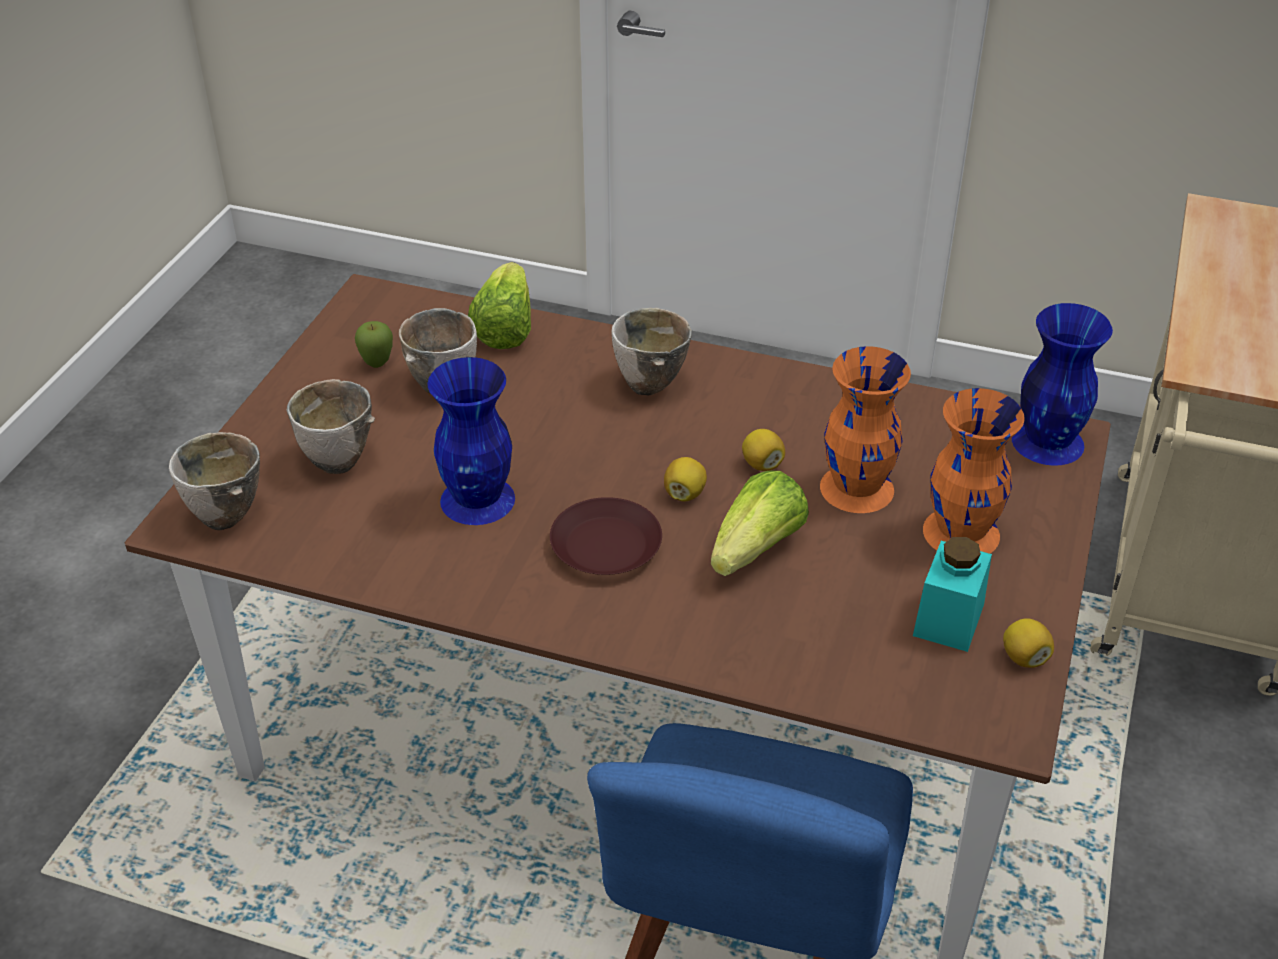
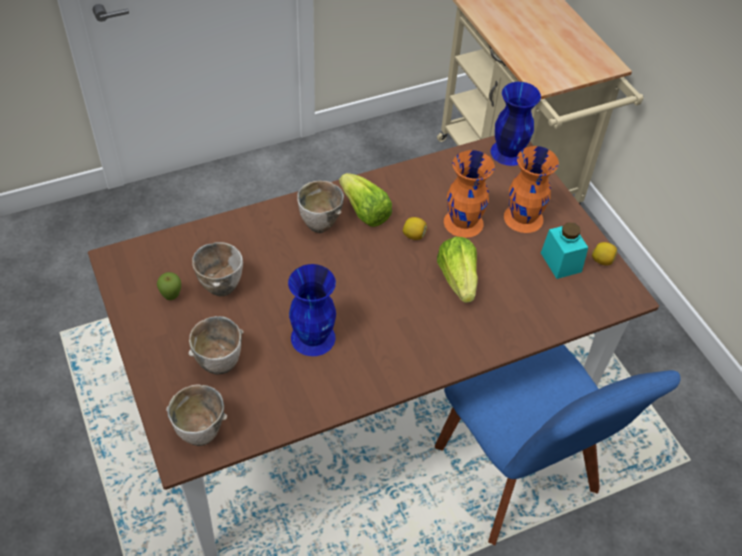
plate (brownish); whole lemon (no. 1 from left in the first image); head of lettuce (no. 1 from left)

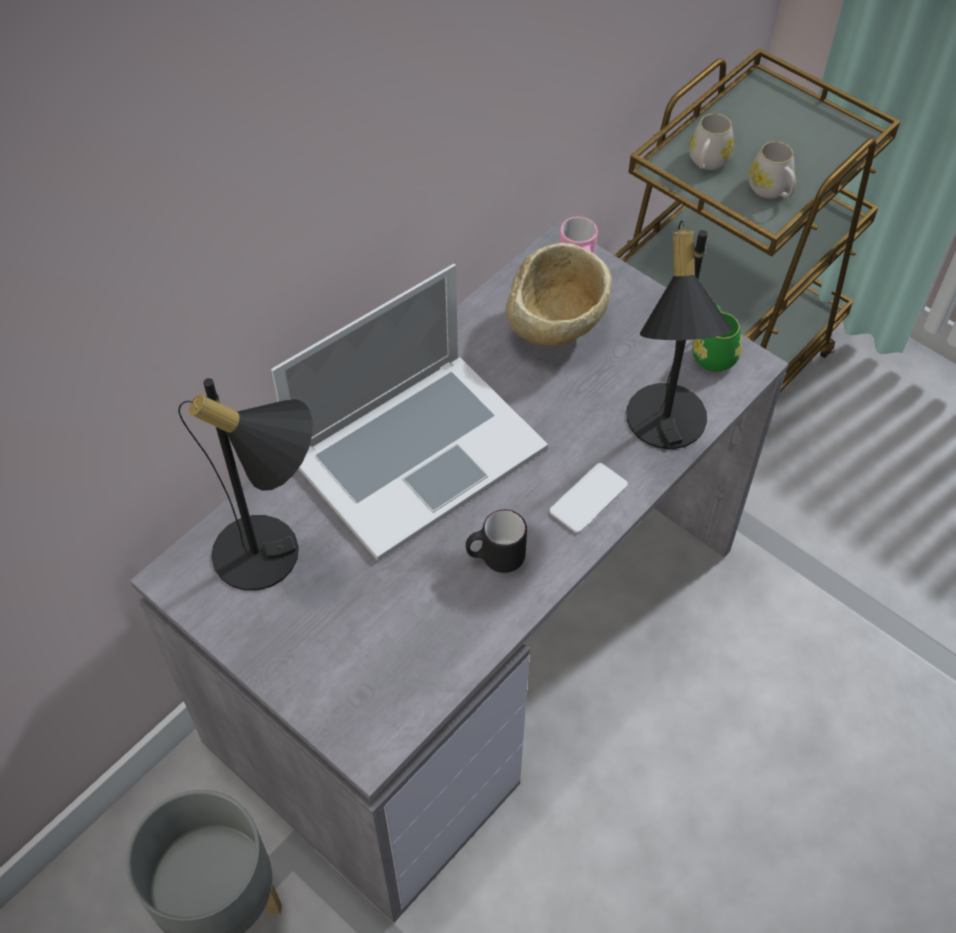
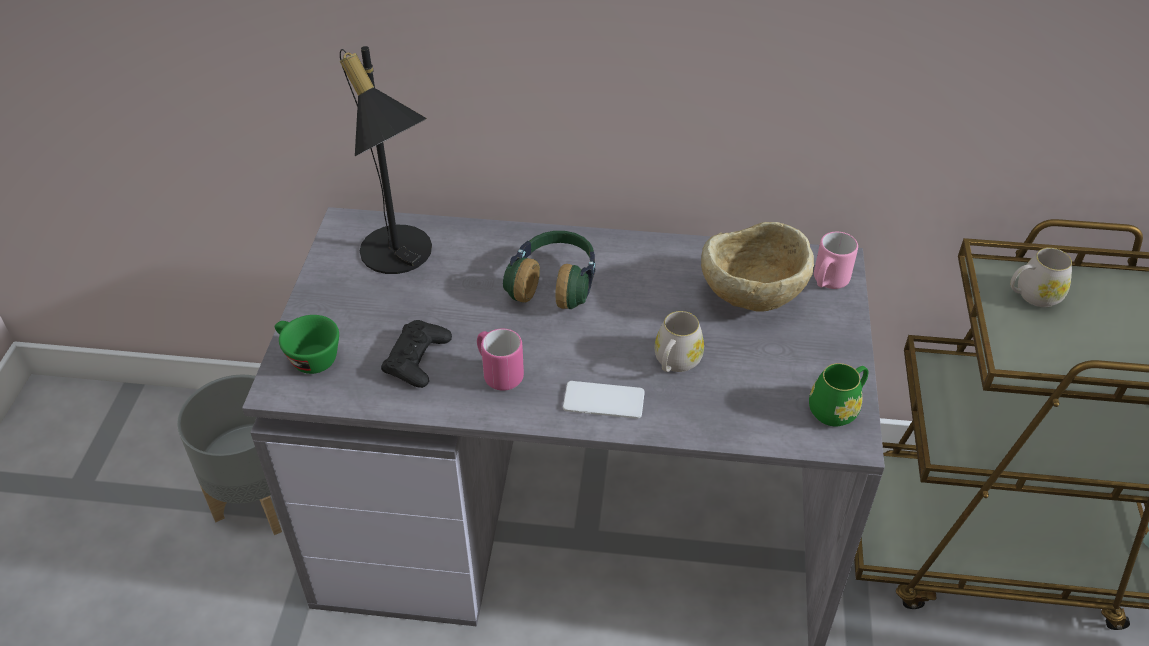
table lamp (blackish) (no. 2 from left in the first image); small cup (greenish); joypad (blackish); mug (whitish) (no. 1 from left); pair of headphones; mug (pink-coloured) (no. 1 from left)

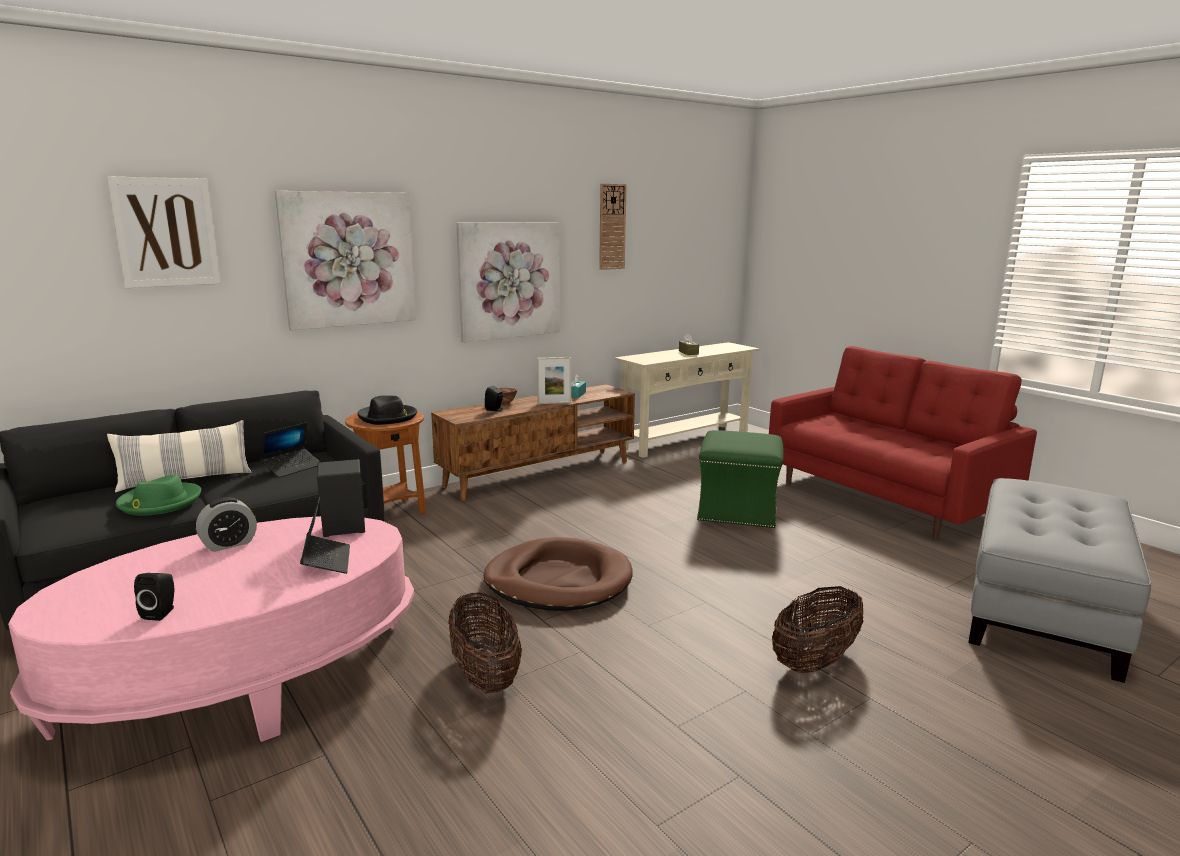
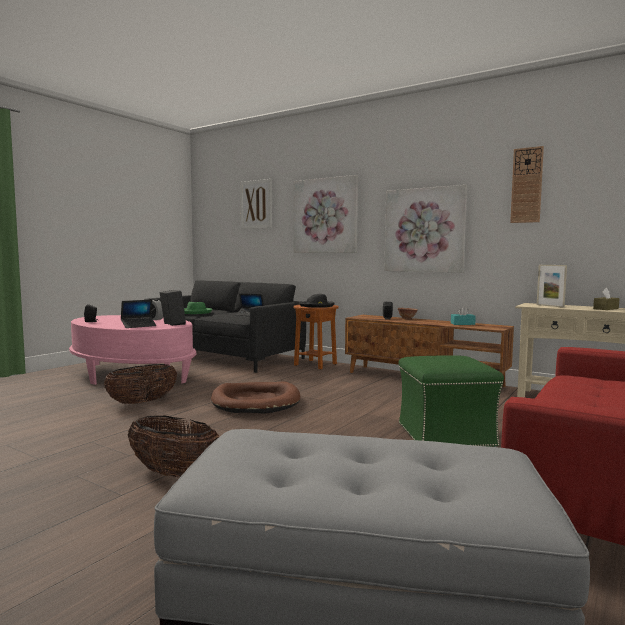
pillow; picture frame

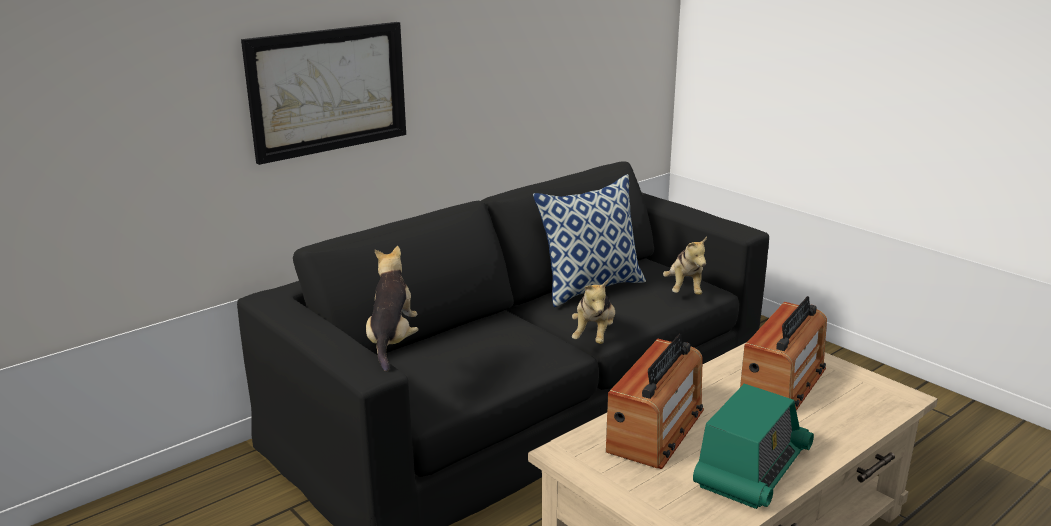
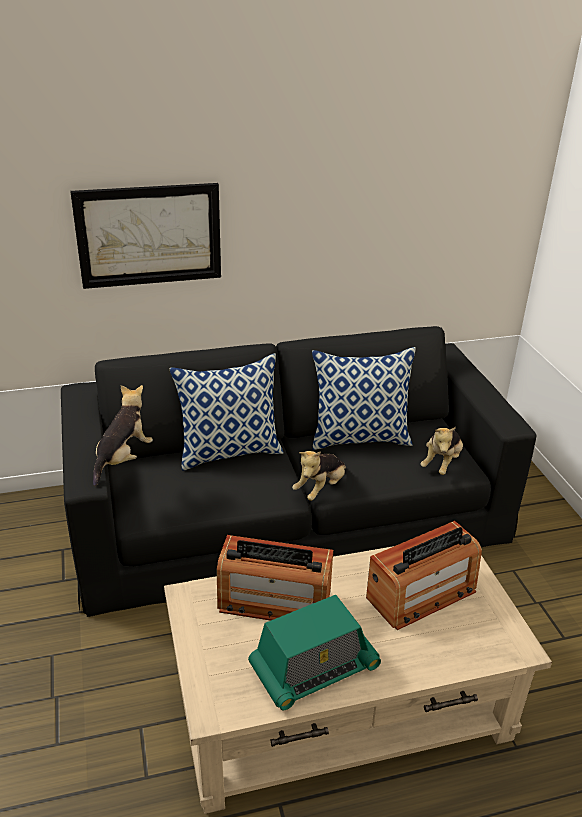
pillow (no. 1 from left); radio set (no. 1 from left)

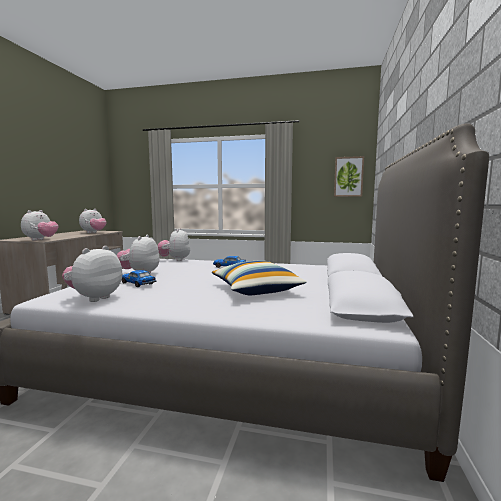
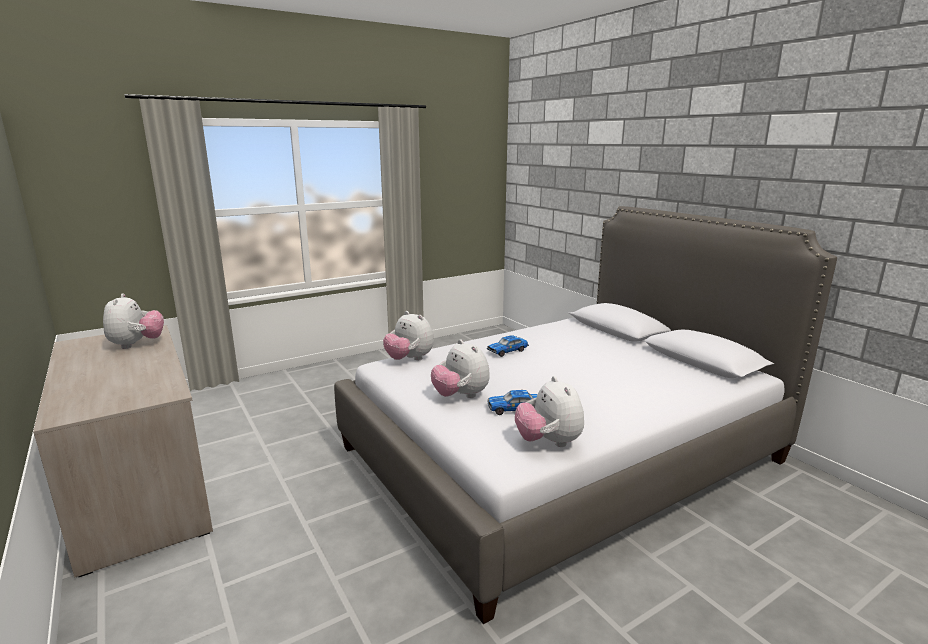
plush toy (no. 1 from left in the first image); pillow; wall picture

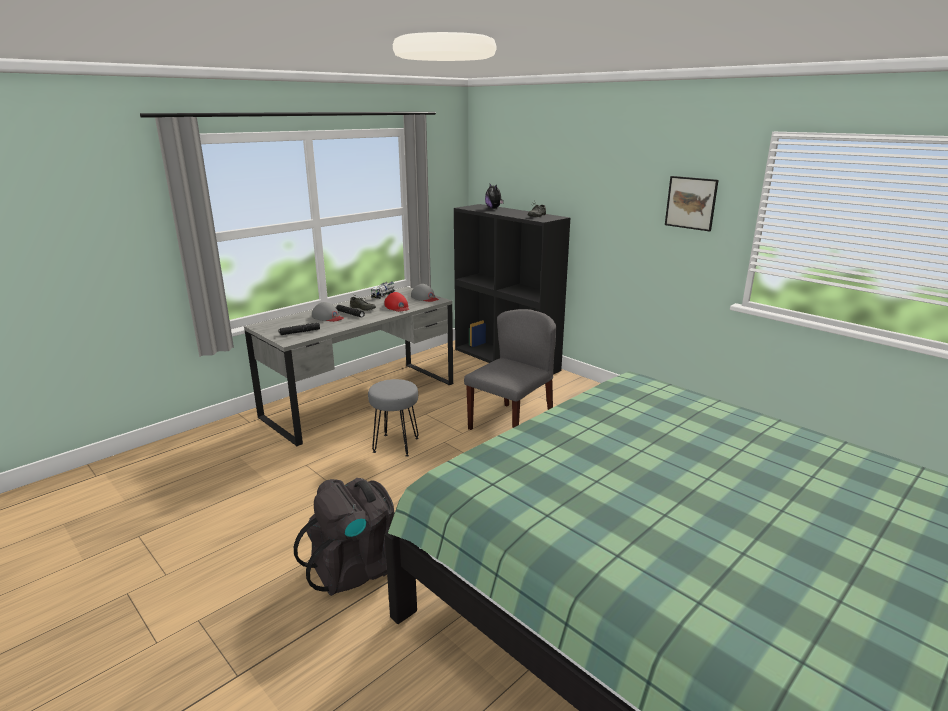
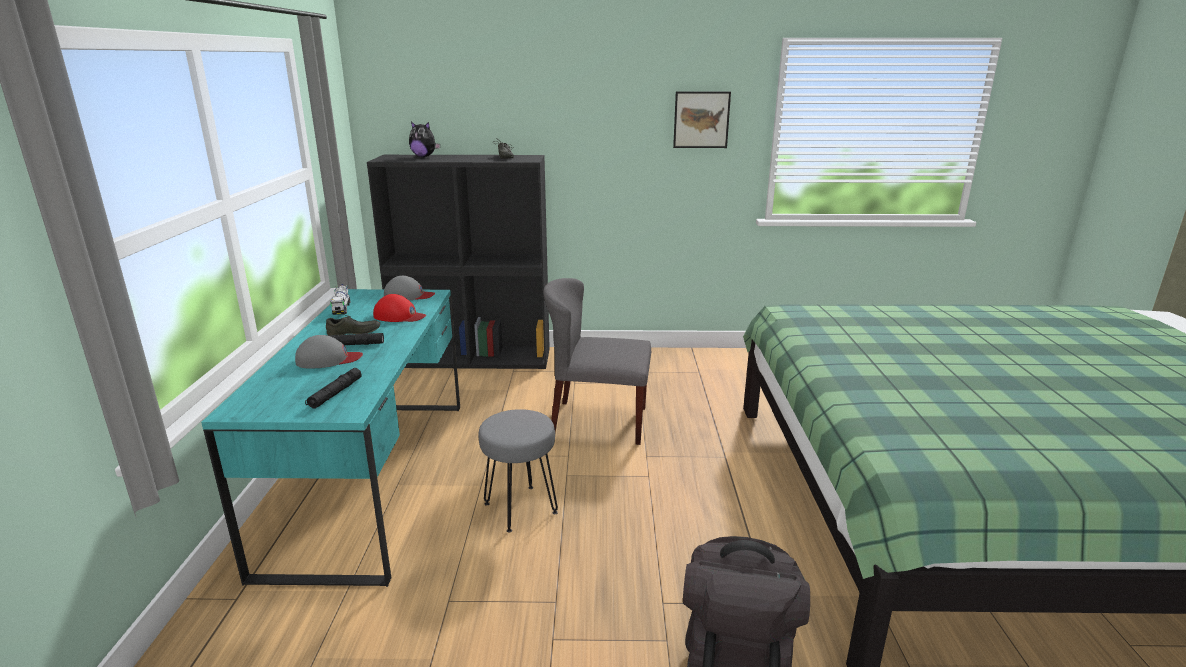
desk unit (turquoise); plain chair (gray)

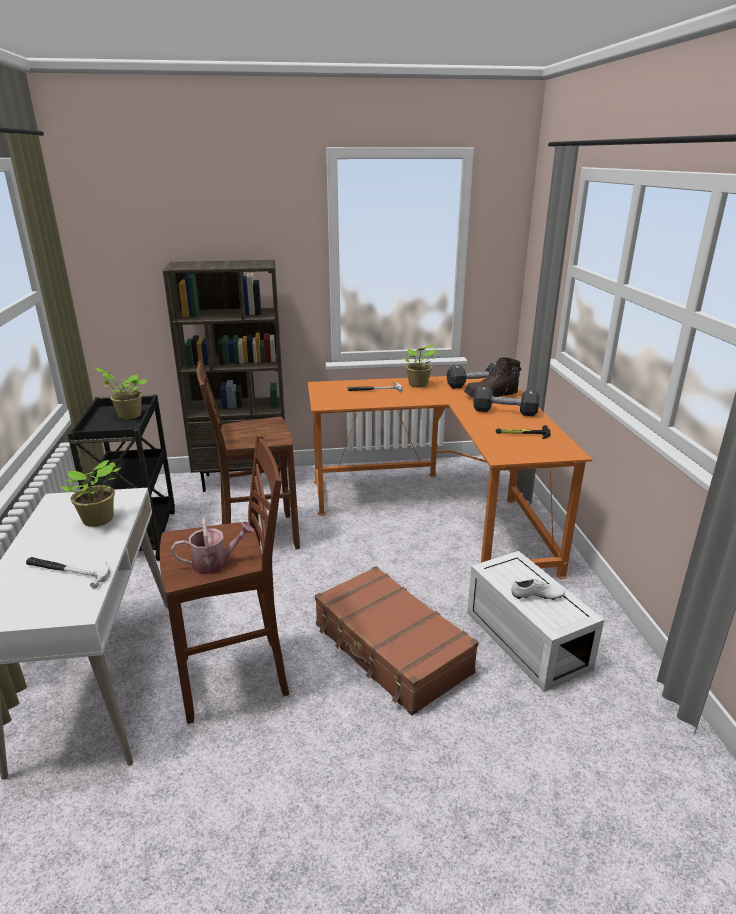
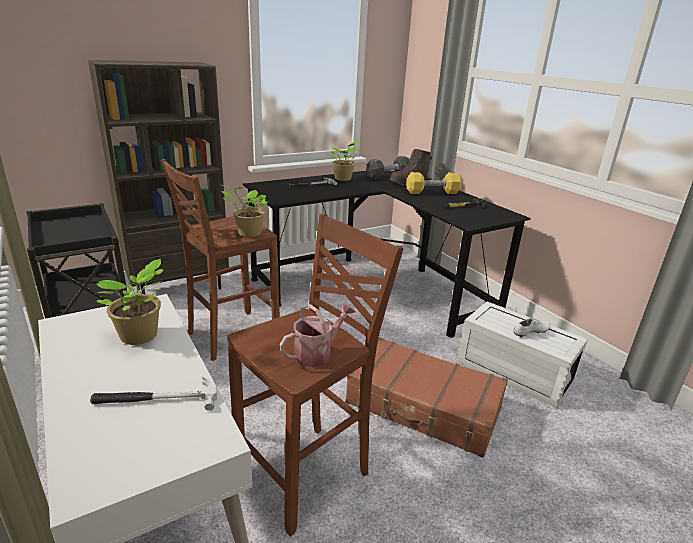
plant in a pot (no. 2 from left); desk unit (blackish); free weight (yellow-coloured)

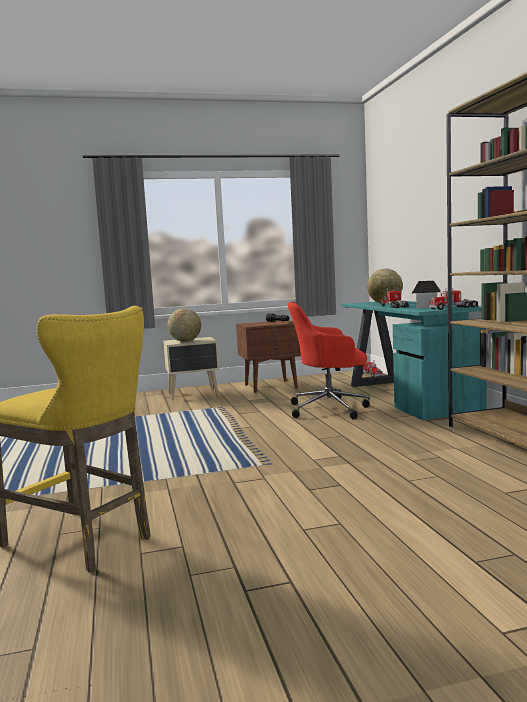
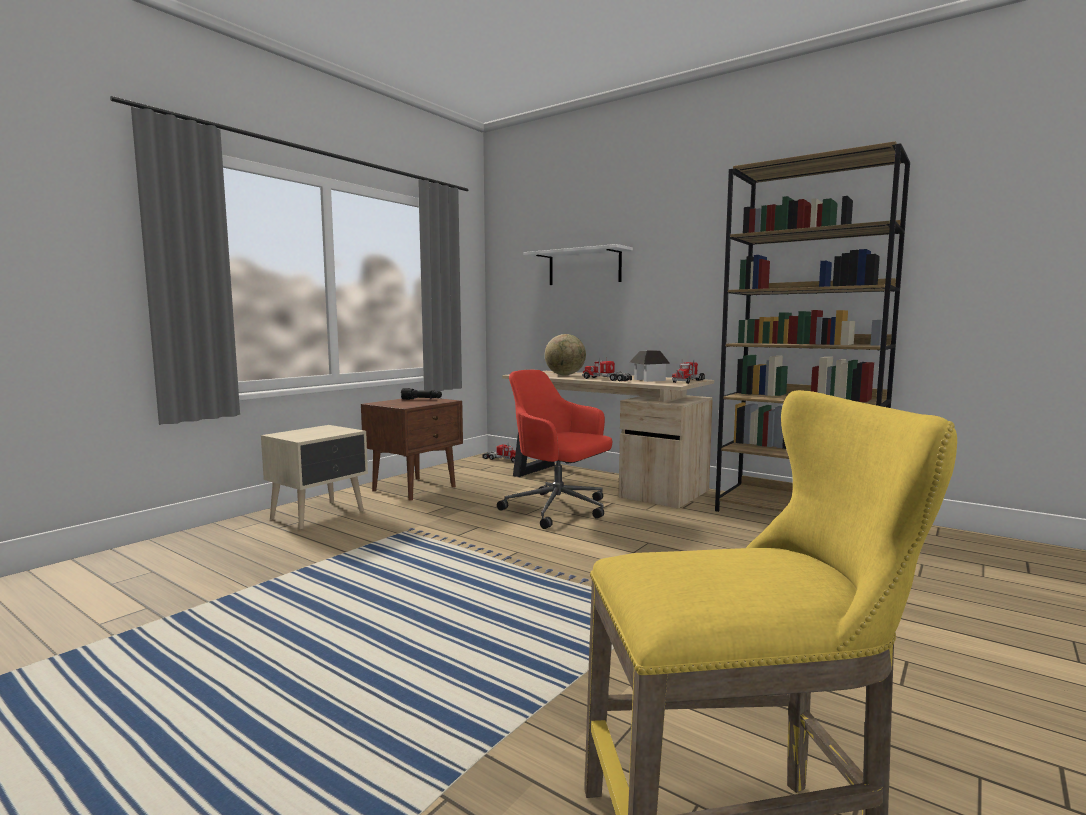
world globe (no. 1 from left in the first image); bracket shelf (whitish); desk unit (beige-coloured); computer chair (red)

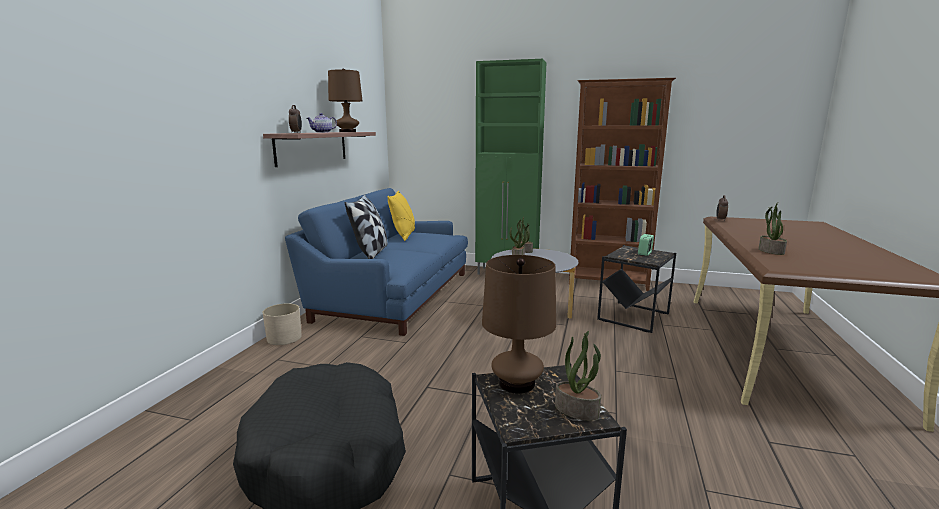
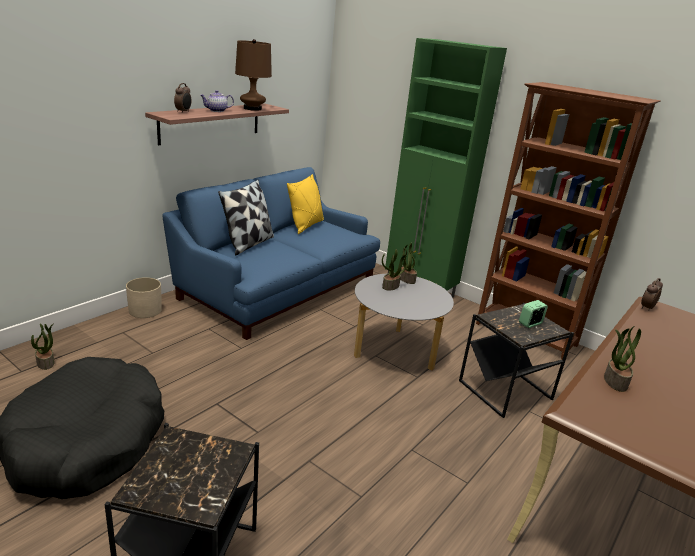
table lamp (brownish) (no. 2 from left in the first image); plant in a pot (no. 1 from left)

